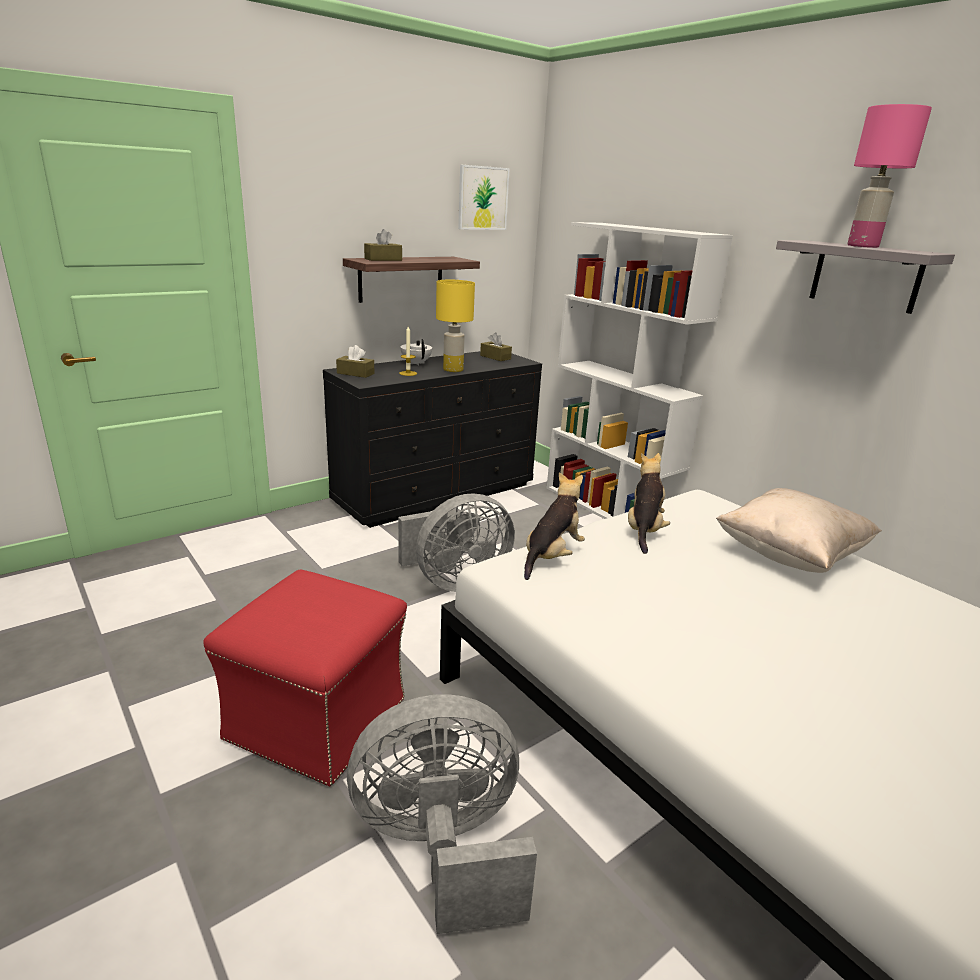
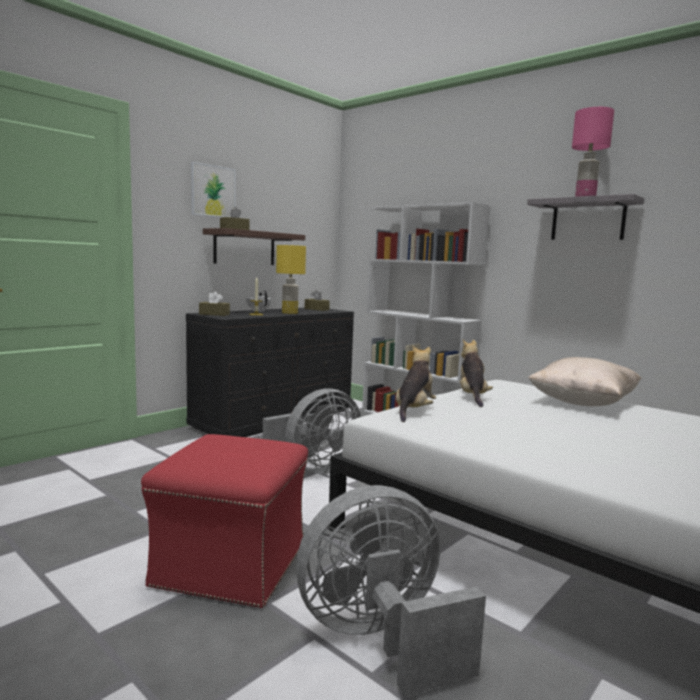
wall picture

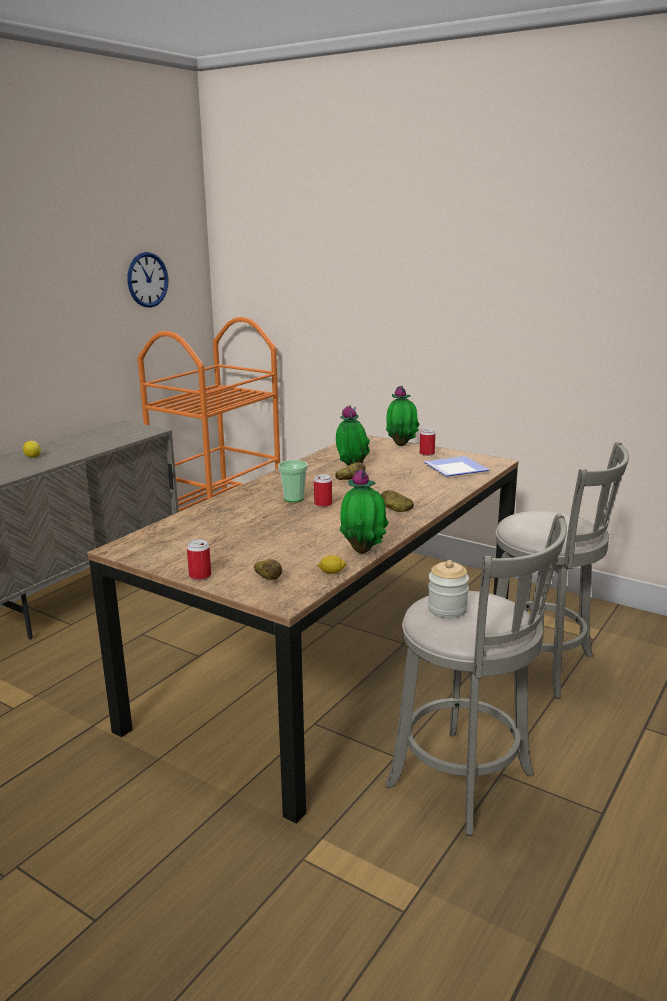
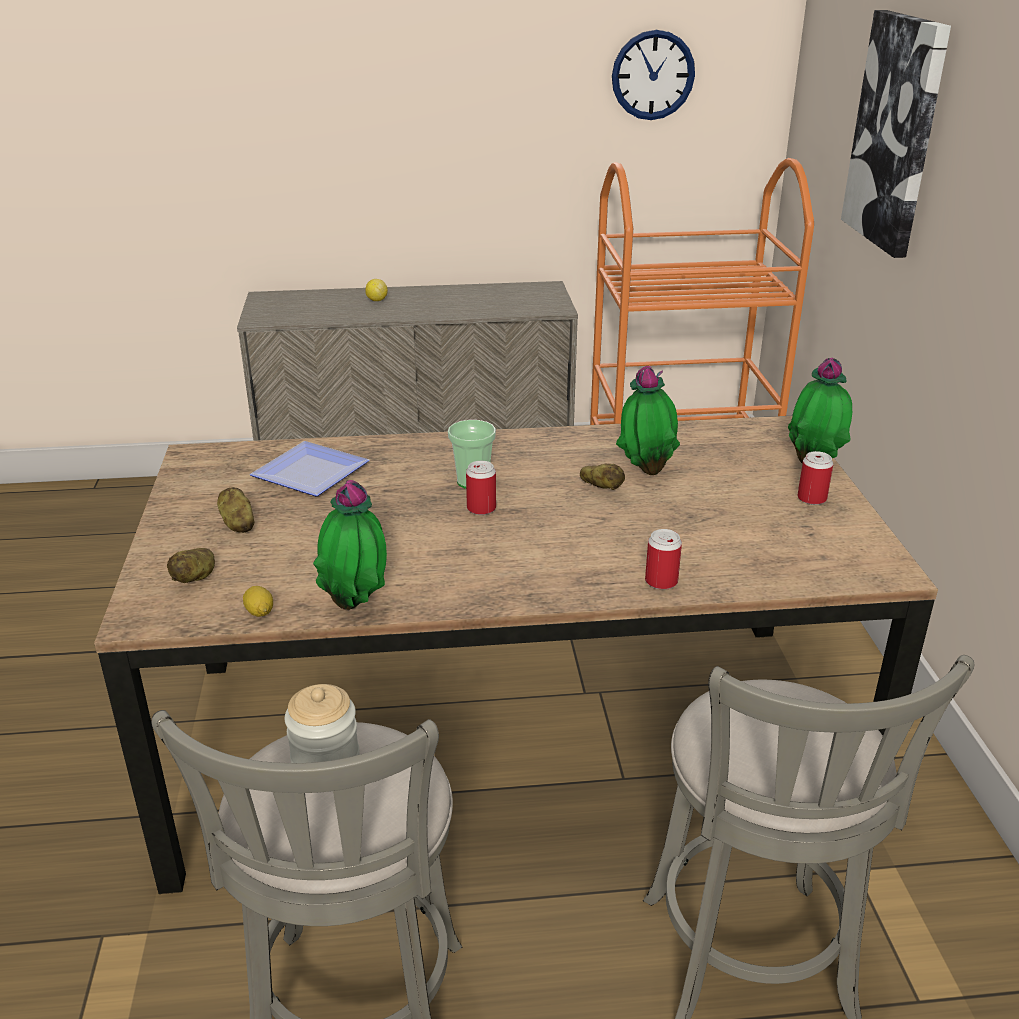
wall picture; can (no. 2 from left); spud (no. 2 from left); plate

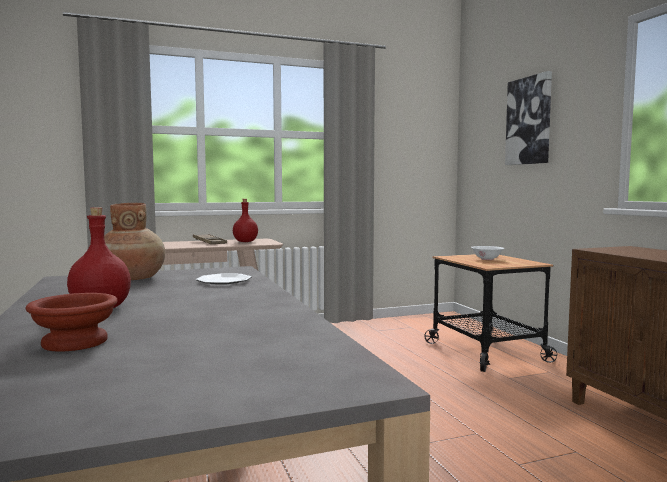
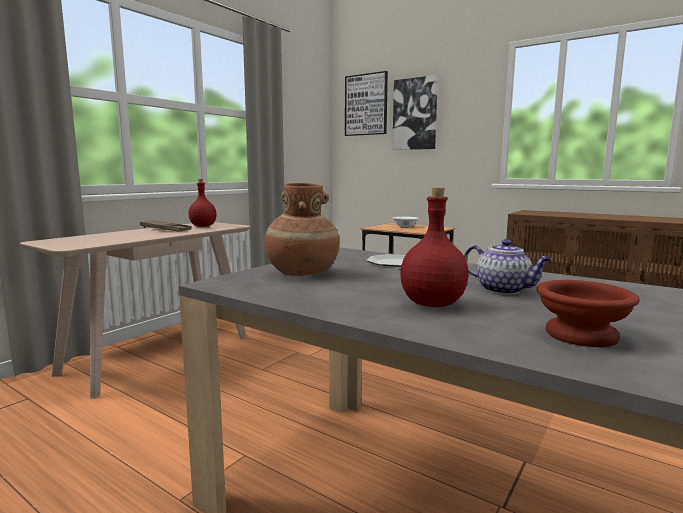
wall picture (no. 1 from left); tea pot

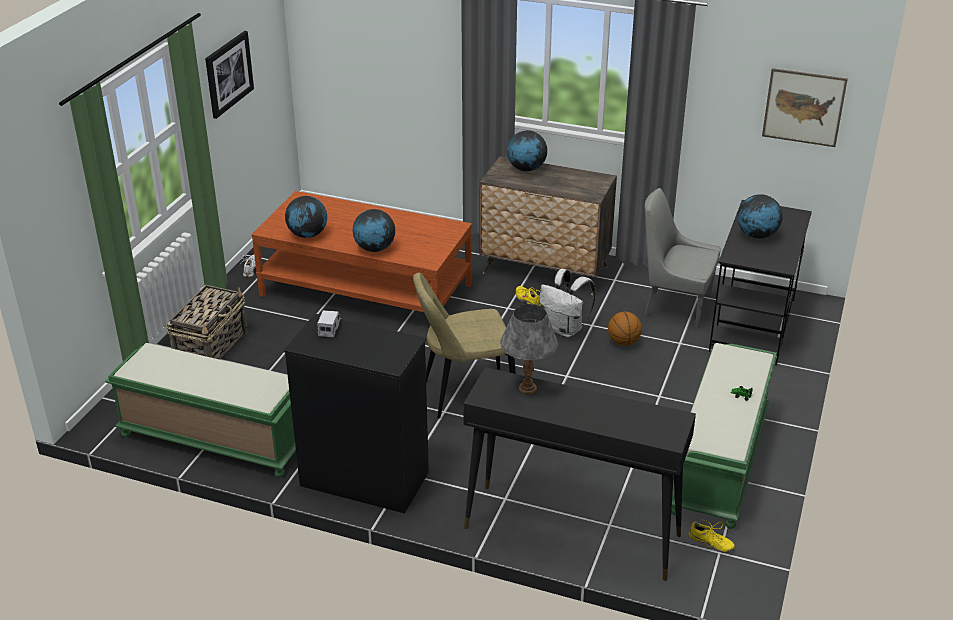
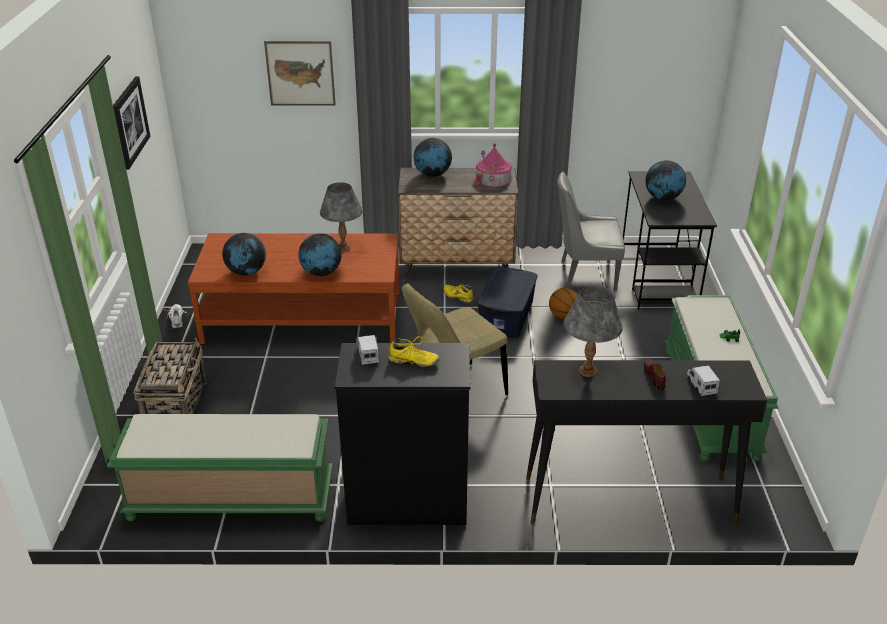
table lamp (gray) (no. 1 from left); miniature house; low shoe (brownish); toy lorry (no. 2 from left); low shoe (yellow-coloured) (no. 1 from left); wall picture (no. 2 from left); storage box (bluish)

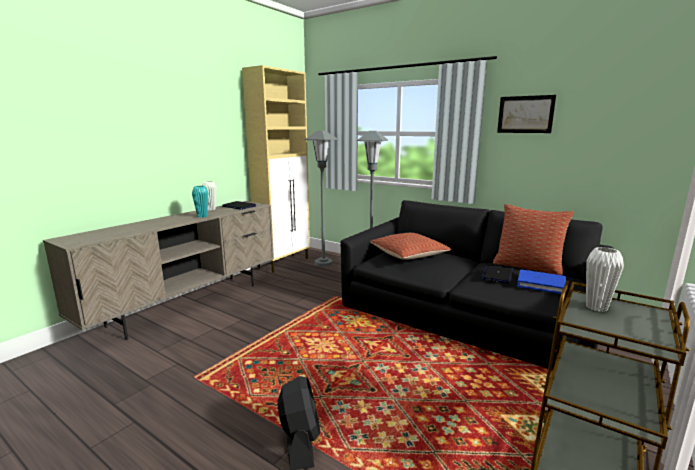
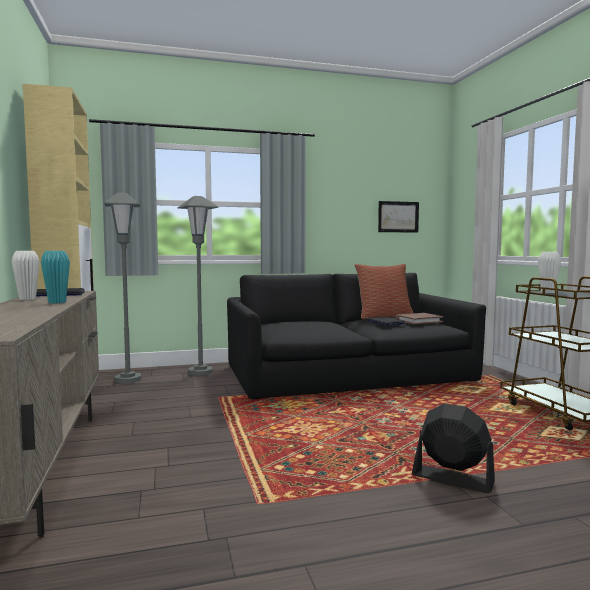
pillow (no. 1 from left in the first image); wall picture; book (brownish)

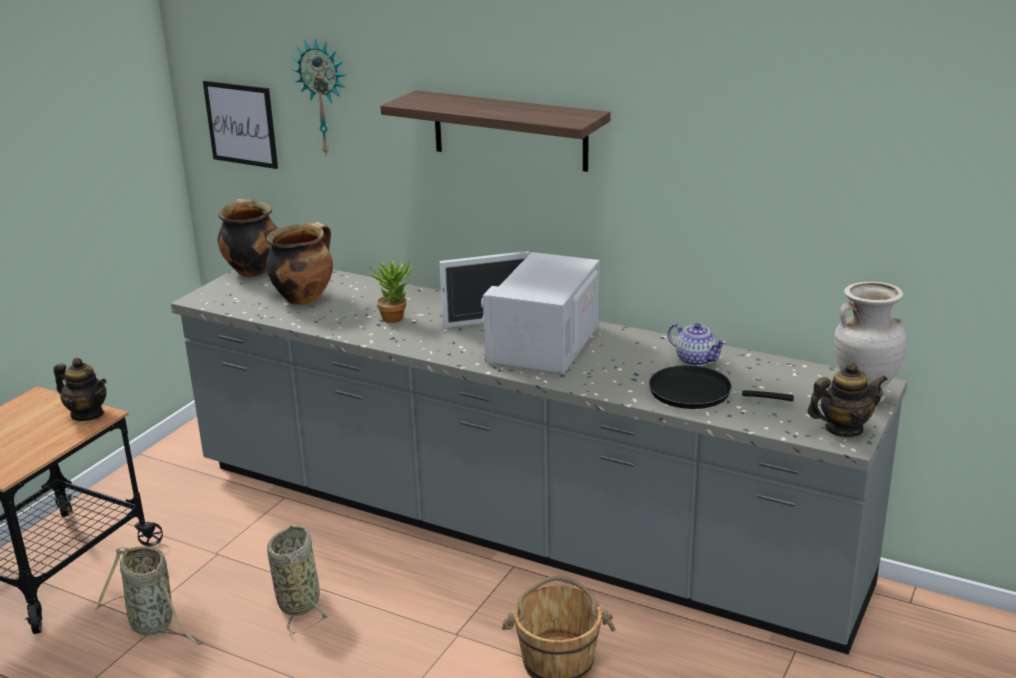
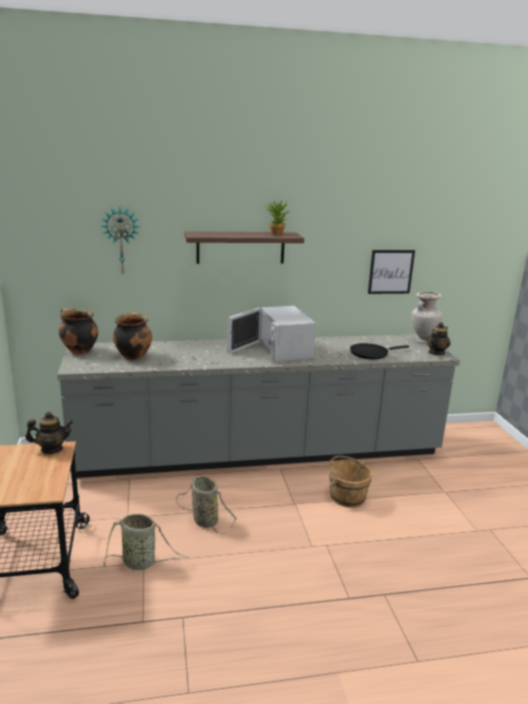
tea pot (no. 2 from left in the first image); wall picture; plant in a pot

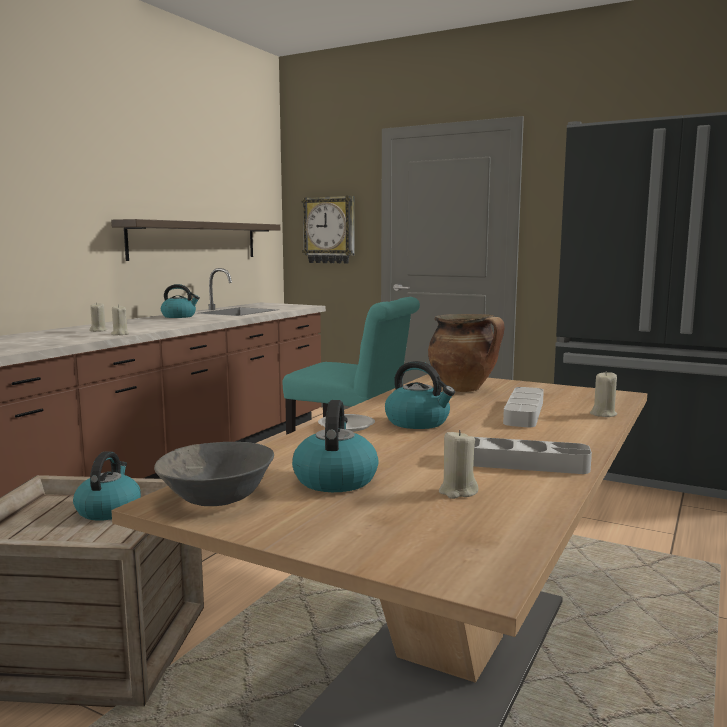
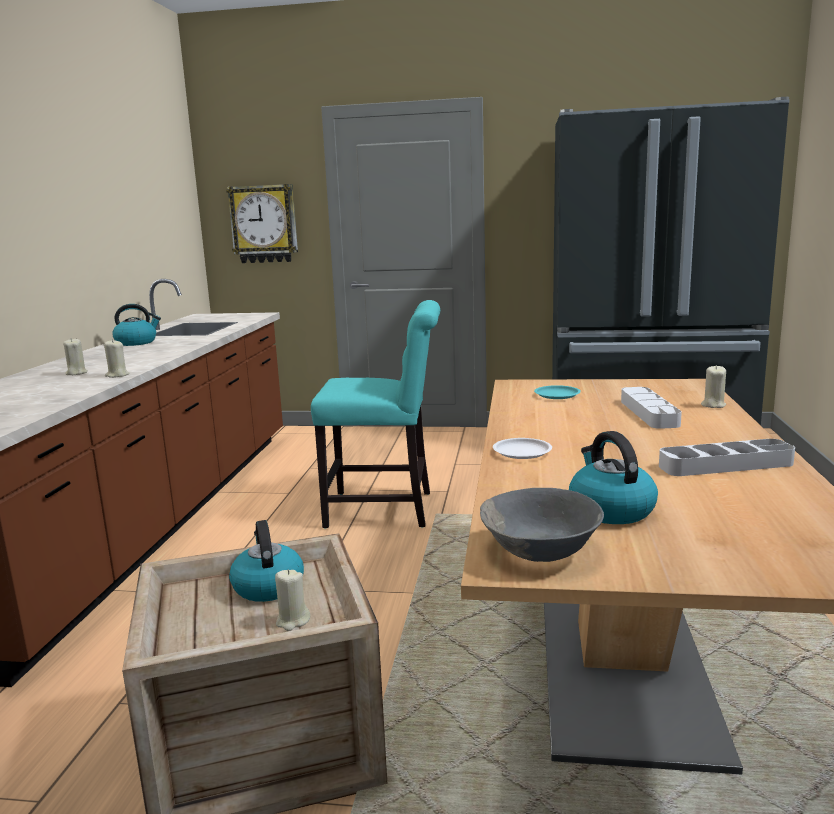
bracket shelf; kettle (no. 4 from left in the first image); wax light (beige-coloured) (no. 3 from left); plate (turquoise)

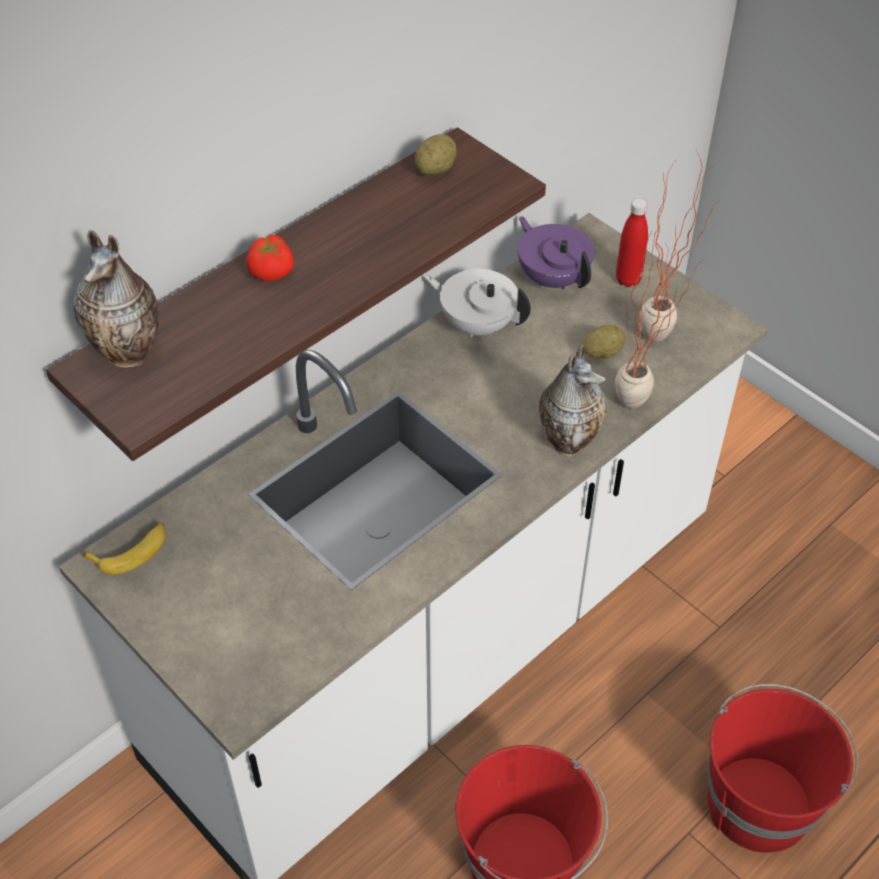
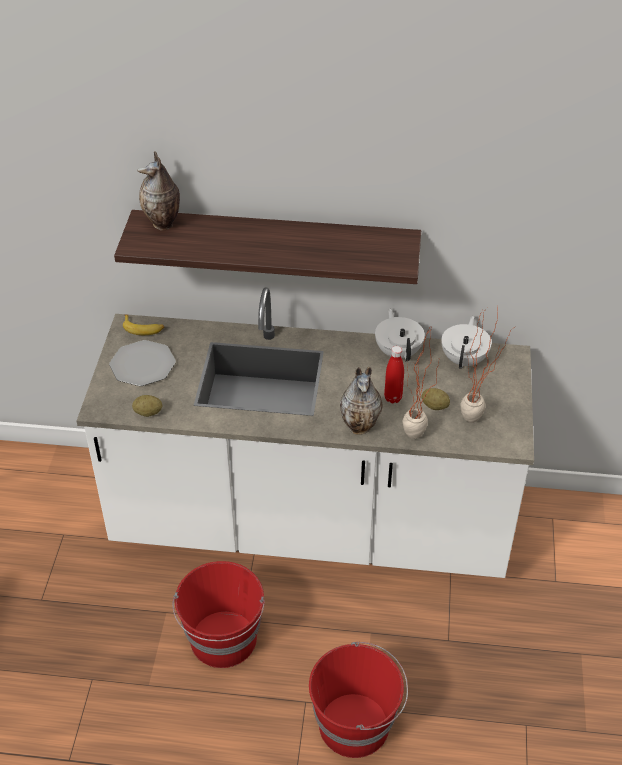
tomato; plate; spud (no. 1 from left); drink bottle (red); tea pot (whitish) (no. 2 from left)

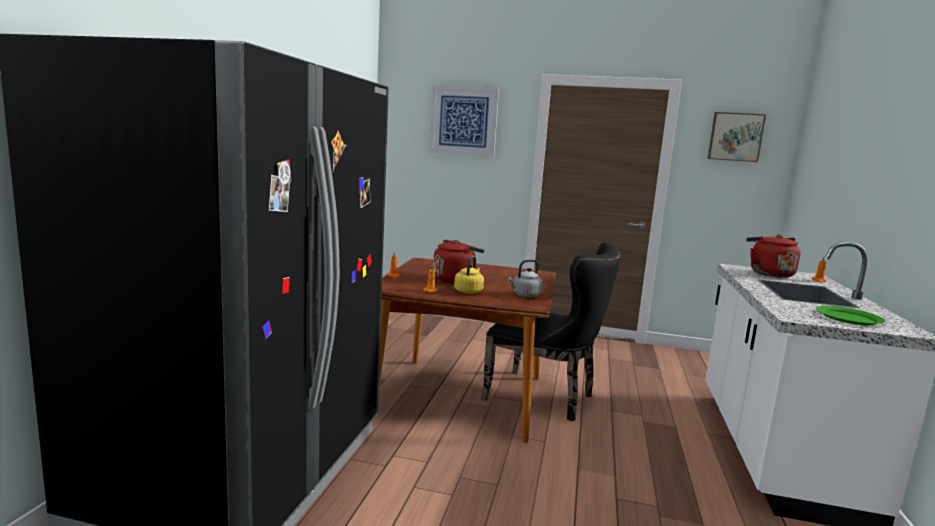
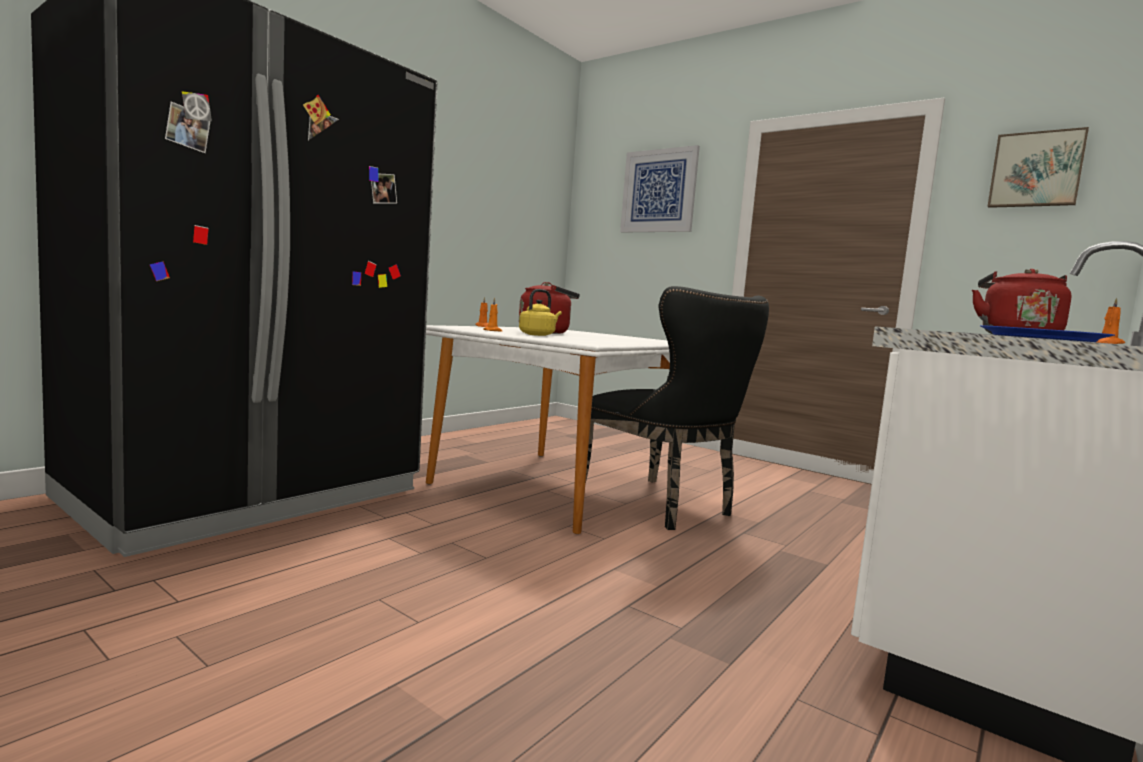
kettle (gray); kitchen table (whitish); plate (bluish)

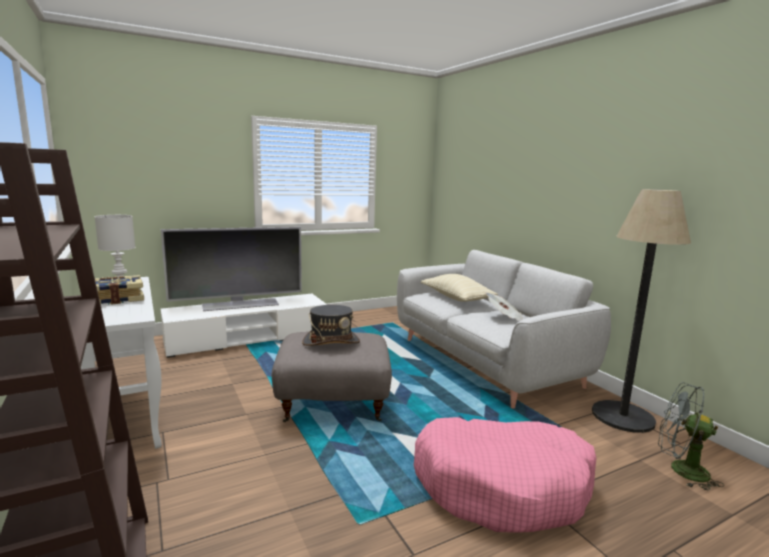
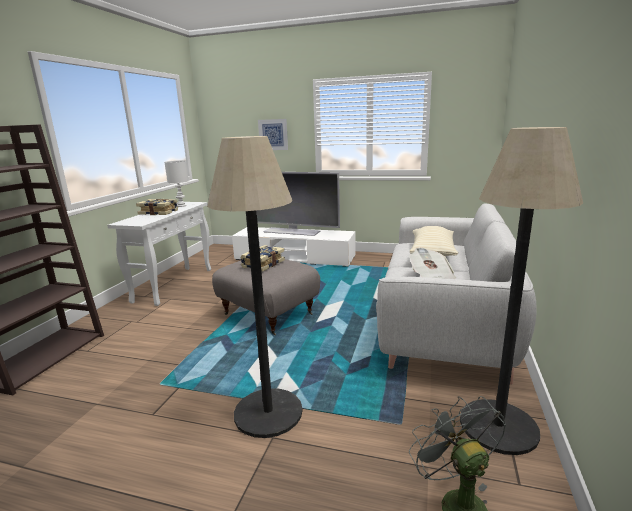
wall picture; book (no. 2 from left); standing lamp (no. 1 from left)

